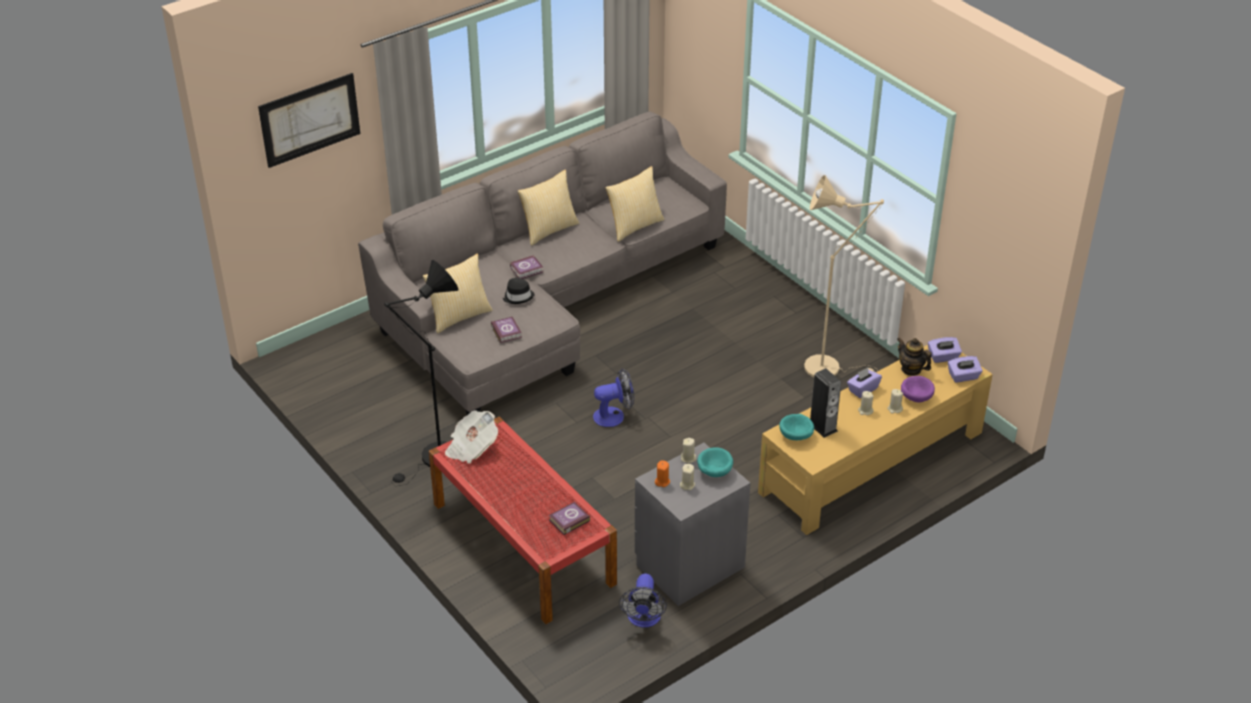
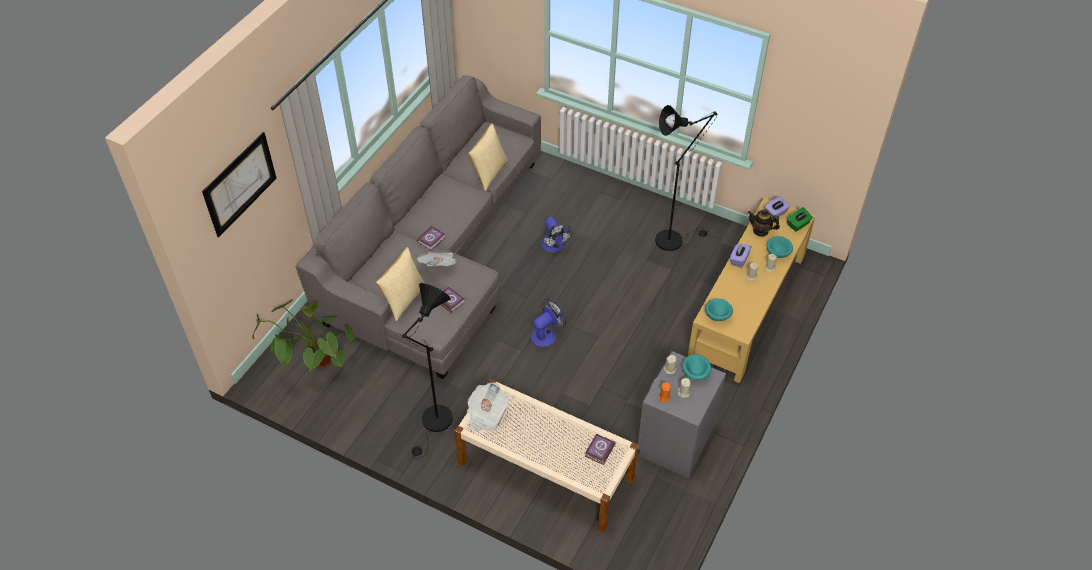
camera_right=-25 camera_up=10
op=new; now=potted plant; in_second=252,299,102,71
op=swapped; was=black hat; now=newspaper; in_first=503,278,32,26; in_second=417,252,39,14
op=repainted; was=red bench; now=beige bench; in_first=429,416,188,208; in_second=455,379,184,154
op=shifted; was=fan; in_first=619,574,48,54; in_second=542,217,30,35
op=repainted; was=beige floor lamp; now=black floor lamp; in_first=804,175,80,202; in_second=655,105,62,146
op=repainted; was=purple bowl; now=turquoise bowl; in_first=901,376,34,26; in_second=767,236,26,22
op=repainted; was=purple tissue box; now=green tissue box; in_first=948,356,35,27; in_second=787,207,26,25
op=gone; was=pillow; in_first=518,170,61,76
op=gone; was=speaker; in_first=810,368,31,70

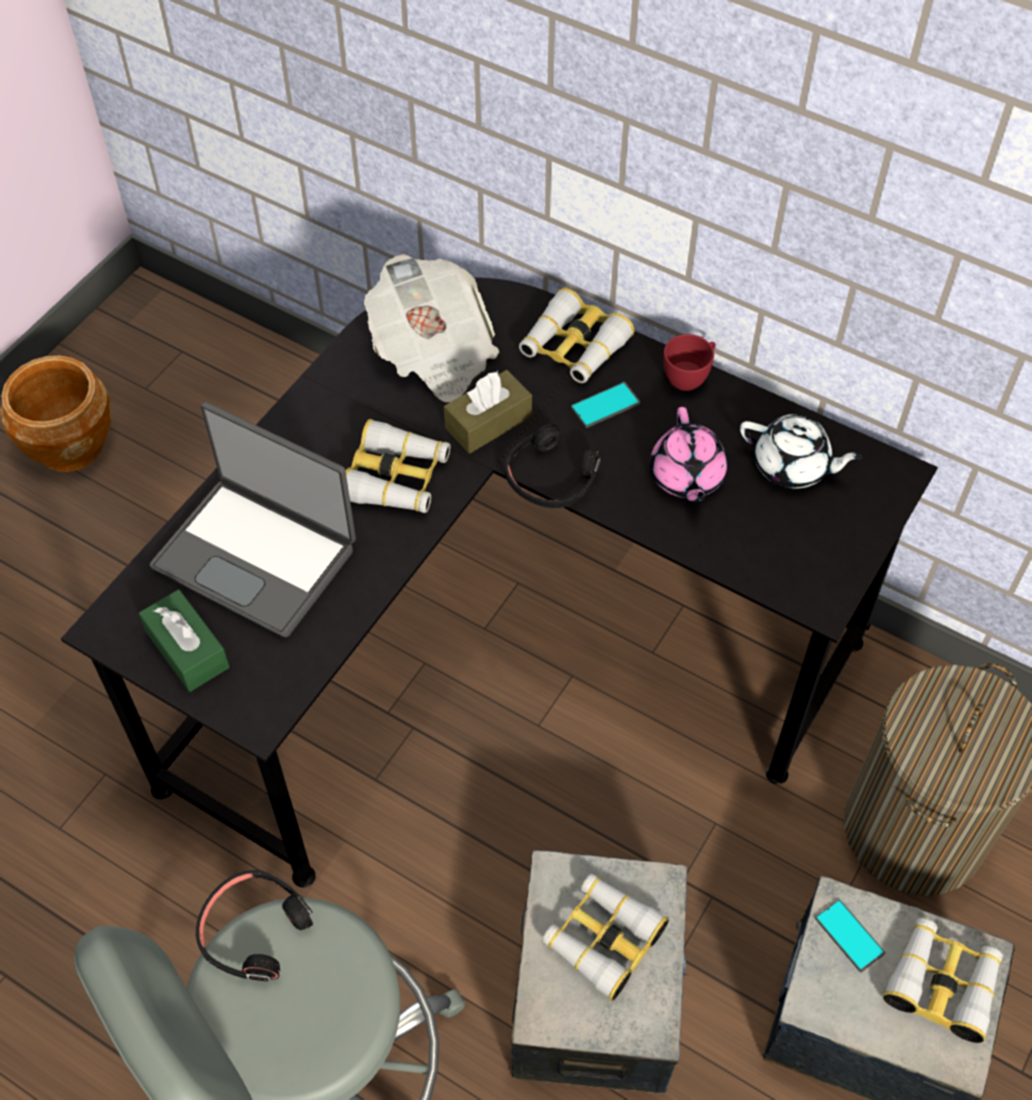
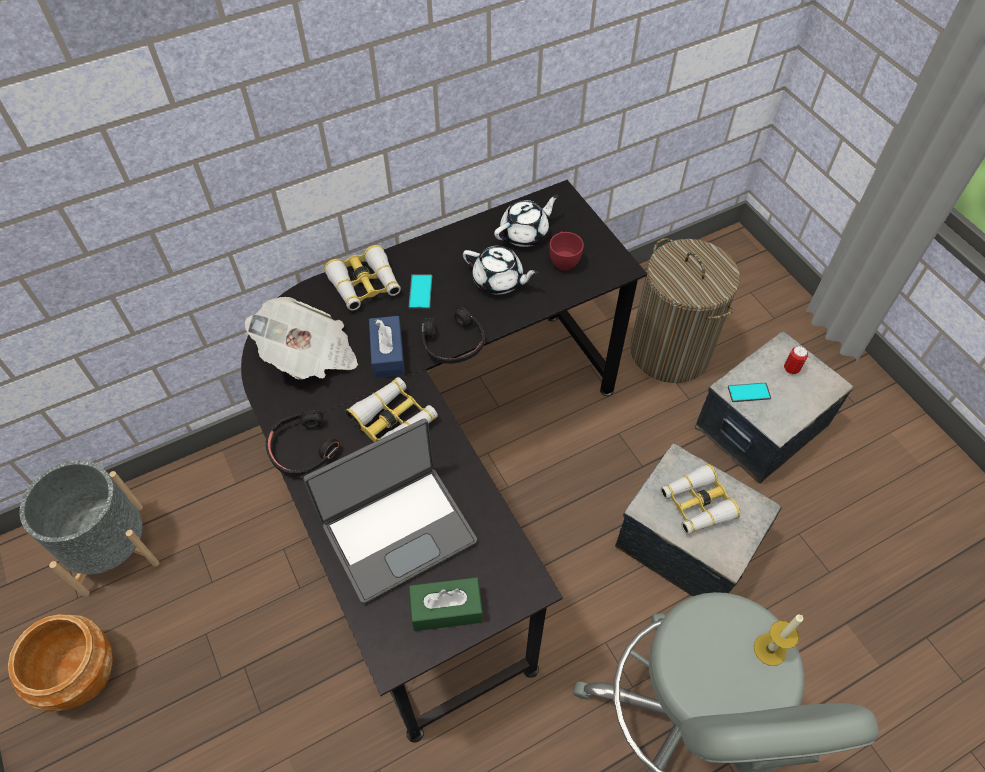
camera_right=-60 camera_up=0
op=new; now=grey planter; in_second=20,460,139,137
op=shifted; was=black headphones; in_first=196,870,117,111; in_second=266,410,74,66
op=repainted; was=brown tissue box; now=blue tissue box; in_first=444,370,88,83; in_second=369,316,36,62
op=repainted; was=pink teapot; now=white teapot; in_first=650,407,77,95; in_second=463,246,76,49
op=shifted; was=red cup; in_first=664,334,52,57; in_second=549,231,35,40
op=new; now=candle; in_second=754,614,49,52
op=swapped; was=binoculars; now=can; in_first=883,918,120,125; in_second=784,346,24,29

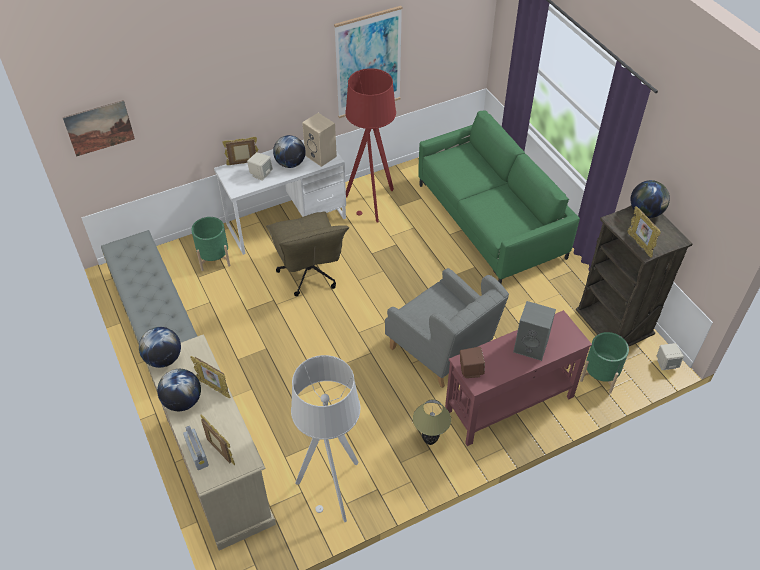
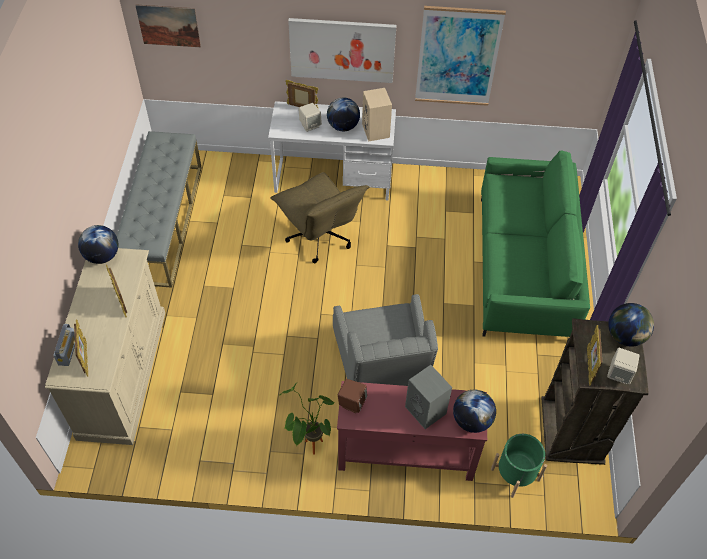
camera_right=30 camera_up=5
op=rotated; was=beige office chair; in_first=266,211,83,85; in_second=270,172,100,91; clockwise=-45
op=swapped; was=table lamp; now=potted plant; in_first=413,399,38,46; in_second=279,383,56,72
op=new; now=picture; in_second=288,18,108,65
op=shifted; was=globe; in_first=157,369,44,42; in_second=453,390,43,43
op=shifted; was=beige speaker; in_first=657,343,27,27; in_second=607,348,33,36
op=gone; was=green planter; in_first=191,217,39,54
op=gone; was=grey floor lamp; in_first=291,355,69,167
op=gone; was=red floor lamp; in_first=345,68,51,154

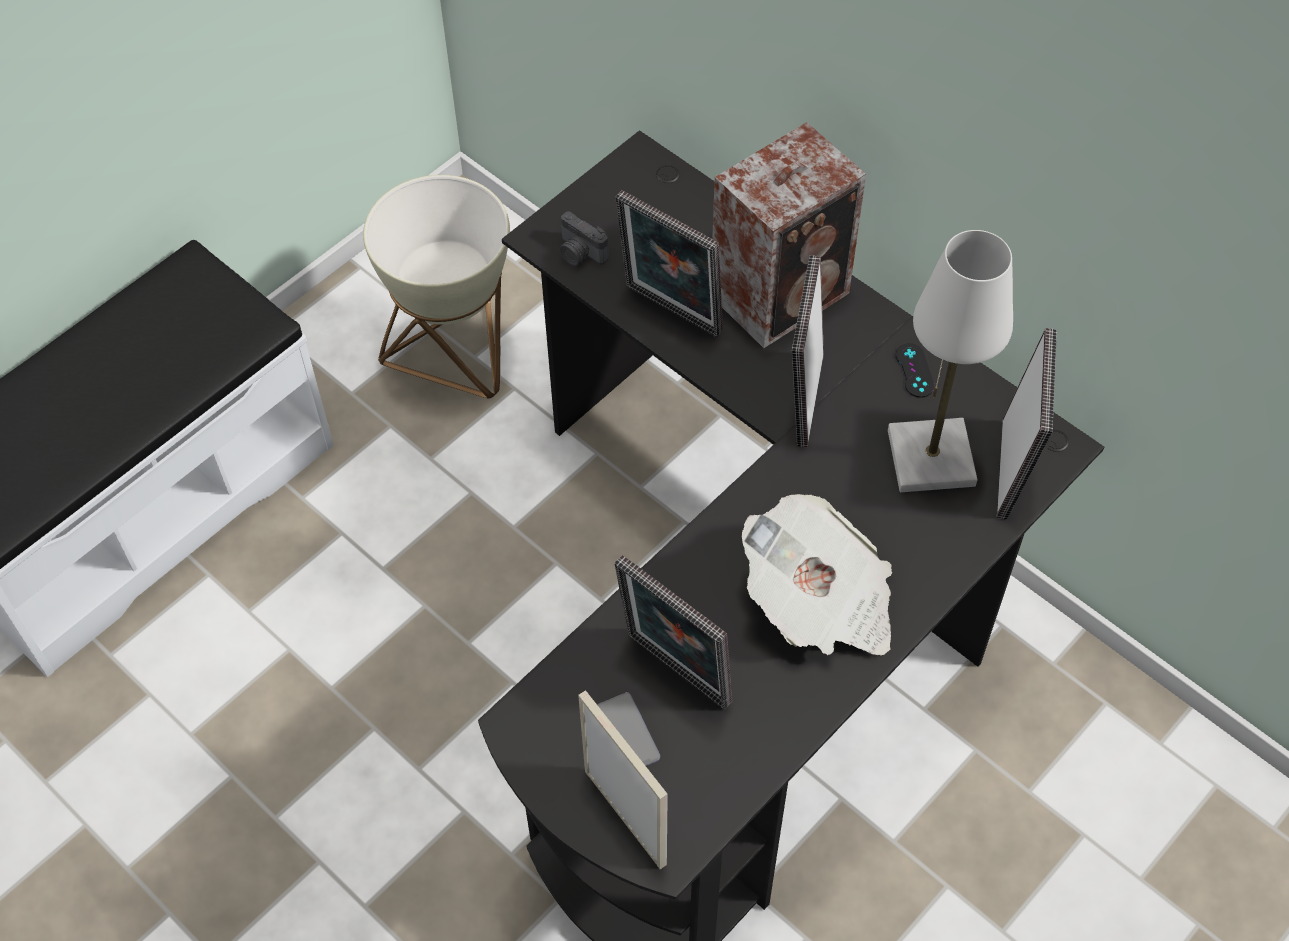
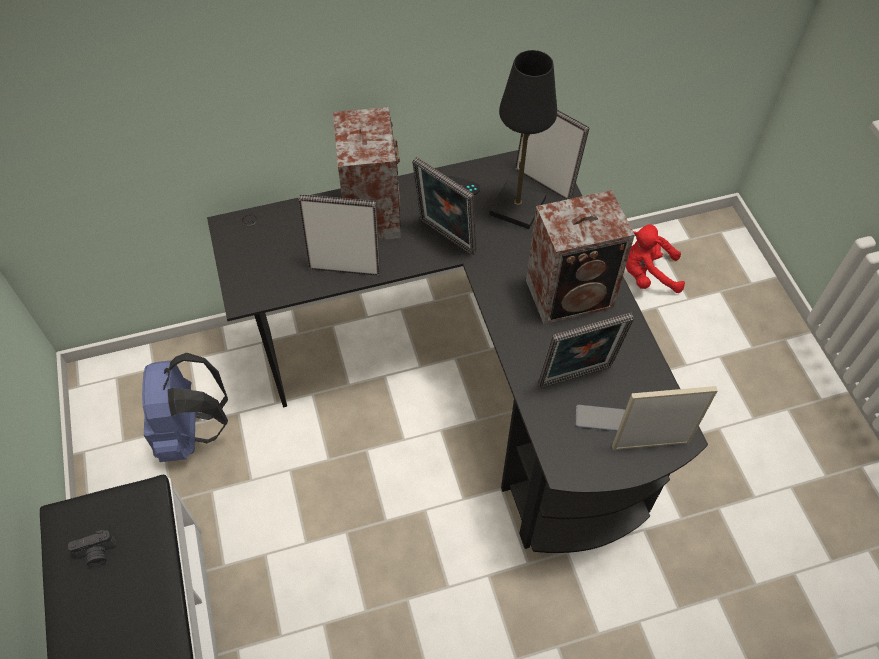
camera_right=-60 camera_up=0
op=shifted; was=photo camera; in_first=559,211,49,55; in_second=68,530,49,37
op=swapped; was=planter; now=blue backpack; in_first=363,175,147,223; in_second=142,352,86,110
op=rotated; was=picture frame; in_first=615,190,108,147; in_second=299,194,81,82; clockwise=-150
op=repainted; was=white table lamp; now=black table lamp; in_first=888,230,125,262; in_second=489,50,68,179
op=swapped; was=newspaper; now=speaker; in_first=742,494,150,161; in_second=526,190,109,134
op=new; now=red plush toy; in_second=626,224,59,69

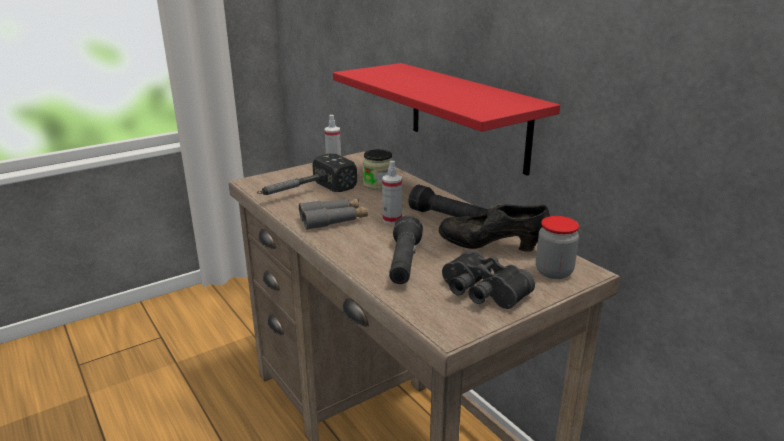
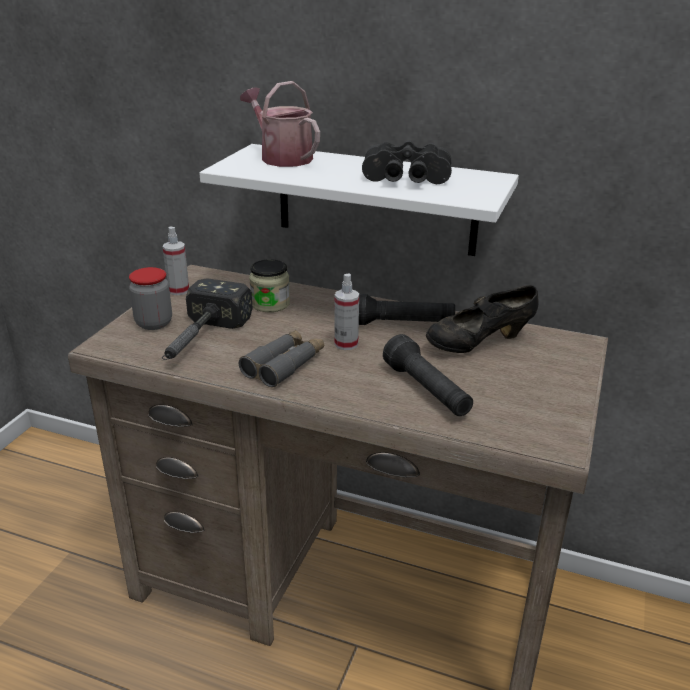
camera_right=-35 camera_up=5
op=shifted; was=jar; in_first=536,216,43,63; in_second=129,267,43,63
op=repainted; was=red shelf; now=white shelf; in_first=333,63,227,113; in_second=199,144,320,112
op=new; now=watering can; in_second=240,81,80,86
op=shifted; was=black binoculars; in_first=442,250,93,59; in_second=362,140,90,44

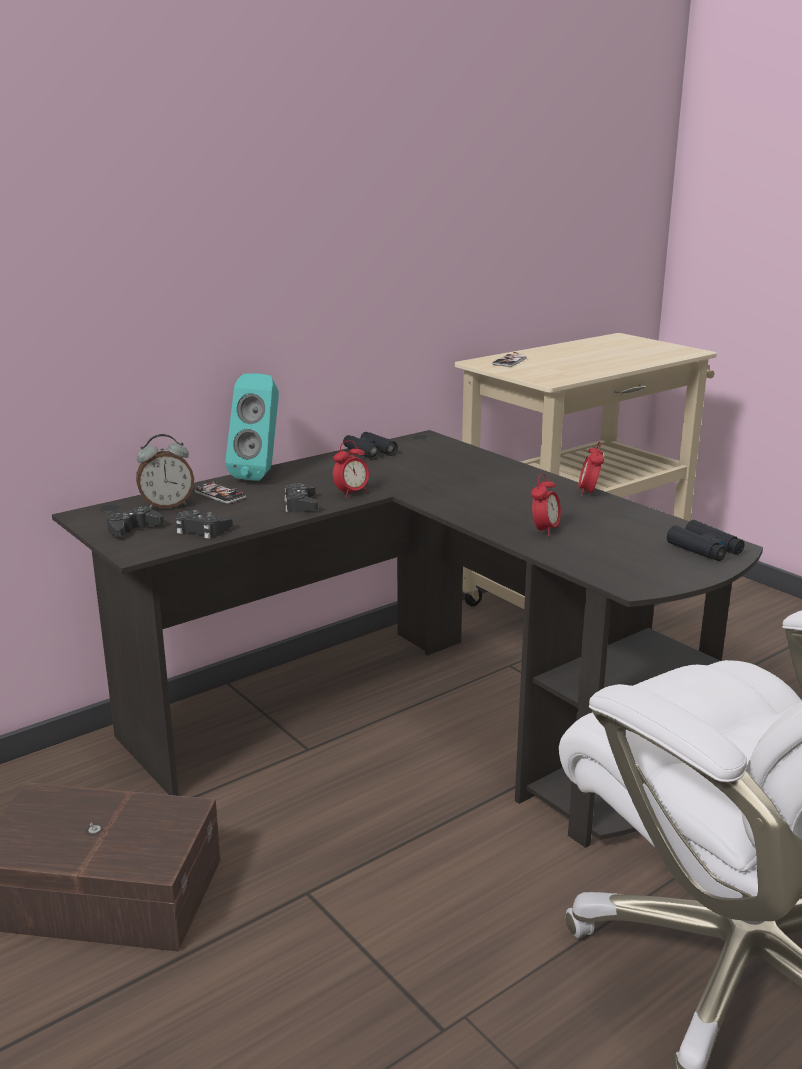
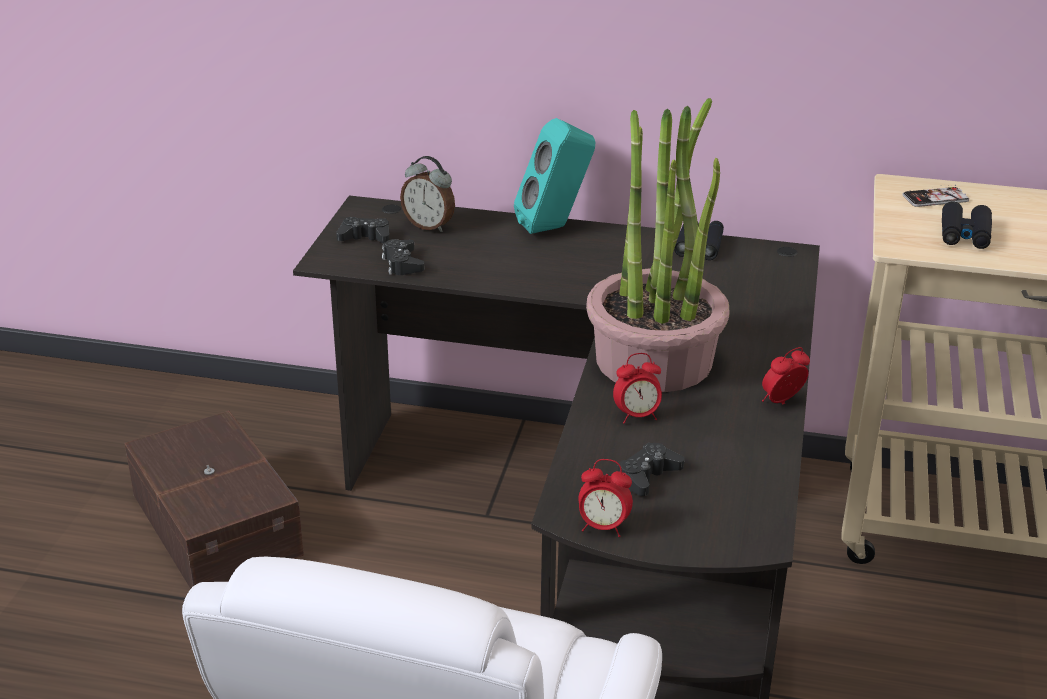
camera_right=50 camera_up=10
op=shifted; was=alarm clock; in_first=333,441,36,57; in_second=579,459,54,78
op=new; now=potted plant; in_second=586,98,144,294
op=shifted; was=black game controller; in_first=284,483,35,29; in_second=618,442,67,54
op=shifted; was=black binoculars; in_first=667,520,78,41; in_second=942,201,50,48
op=gone; was=phone; in_first=195,482,51,22

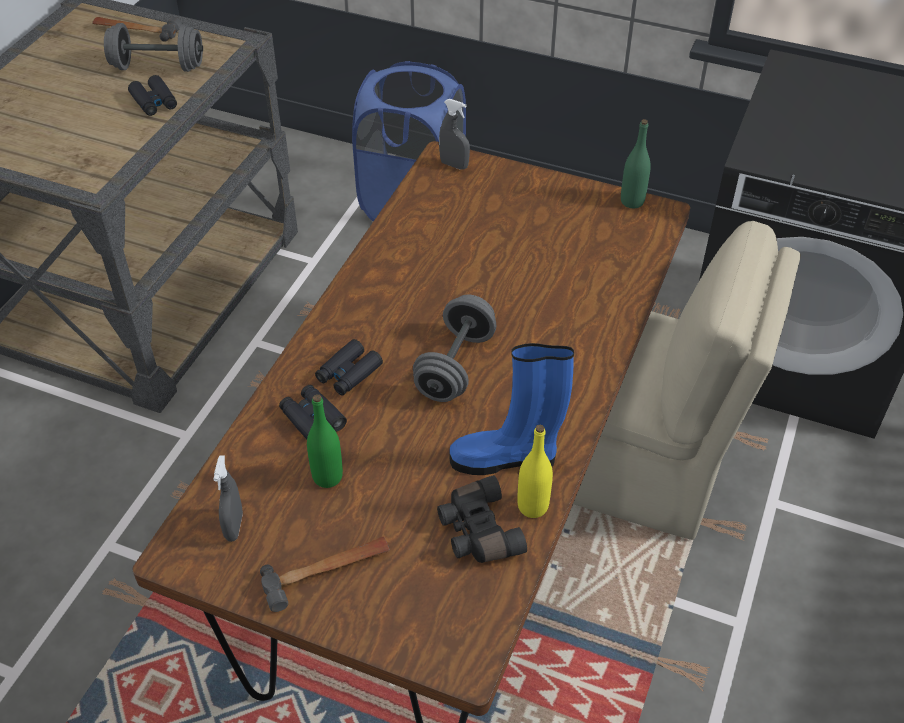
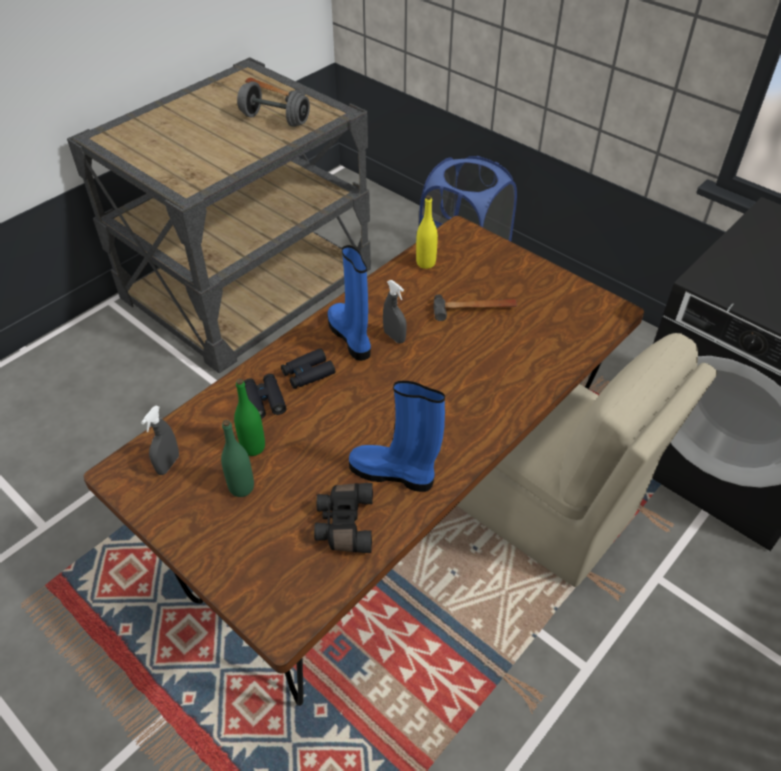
camera_right=20 camera_up=0
op=shifted; was=green bottle; in_first=621,119,30,89; in_second=221,420,33,77
op=new; now=blue boot; in_second=328,245,43,116
op=shifted; was=grey spray bottle; in_first=439,99,31,71; in_second=383,280,24,63
op=shifted; was=yellow bottle; in_first=517,425,36,93; in_second=416,195,22,74
op=shifted; was=hammer; in_first=260,537,130,75; in_second=434,294,83,27
op=gone; was=black binoculars; in_first=128,75,49,41
op=gone; was=grey dumbbell; in_first=413,295,83,107

